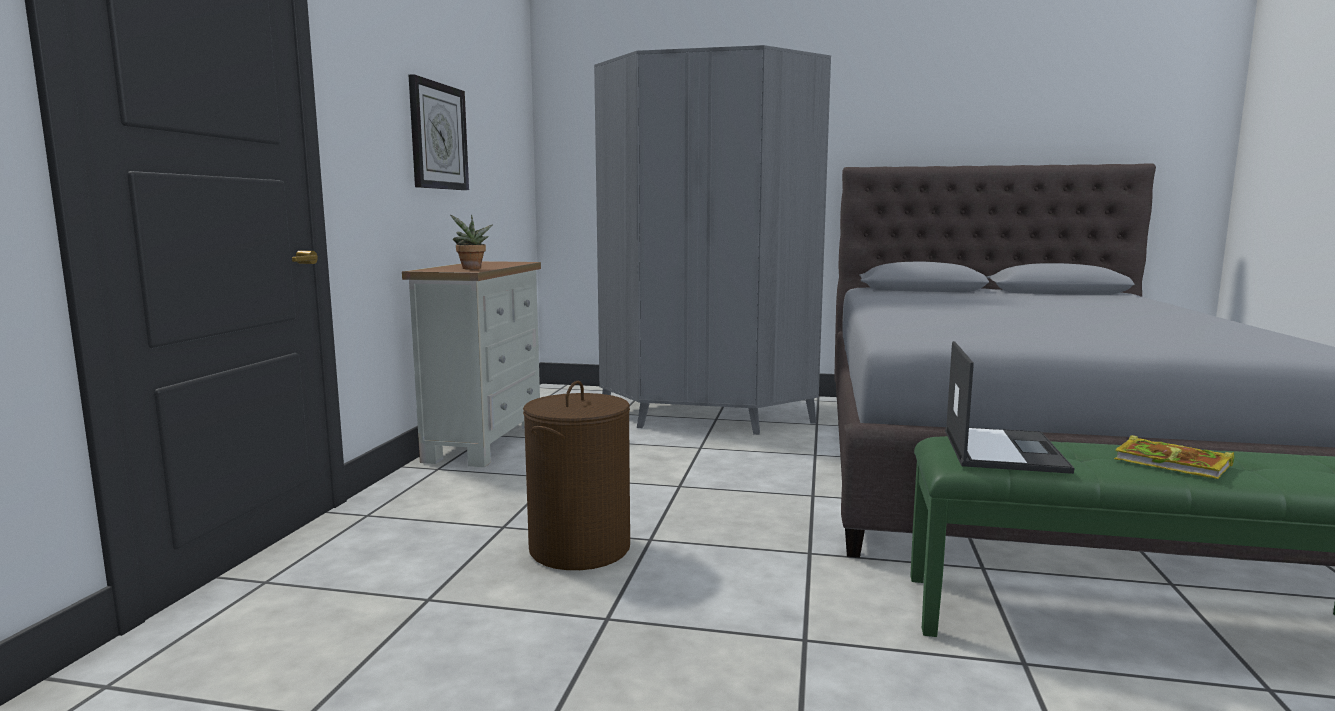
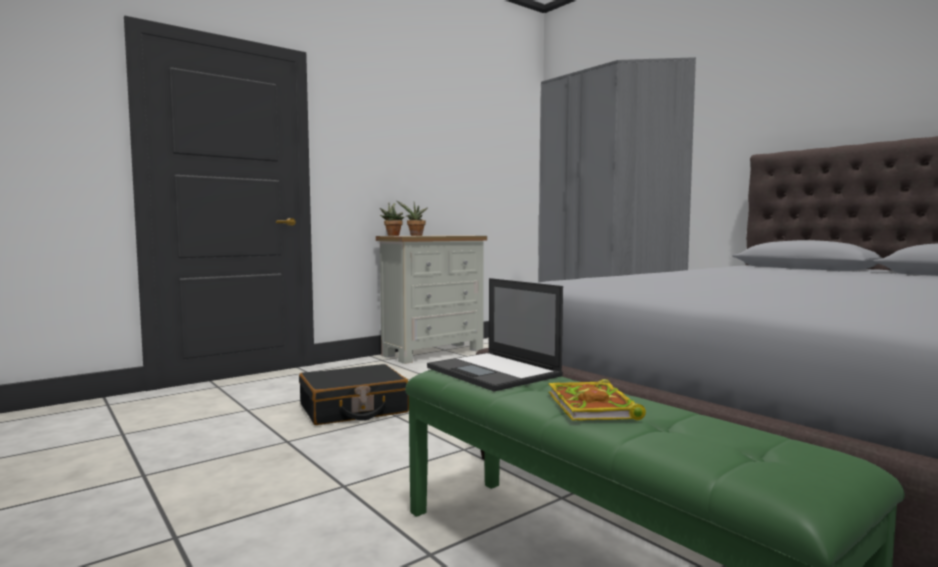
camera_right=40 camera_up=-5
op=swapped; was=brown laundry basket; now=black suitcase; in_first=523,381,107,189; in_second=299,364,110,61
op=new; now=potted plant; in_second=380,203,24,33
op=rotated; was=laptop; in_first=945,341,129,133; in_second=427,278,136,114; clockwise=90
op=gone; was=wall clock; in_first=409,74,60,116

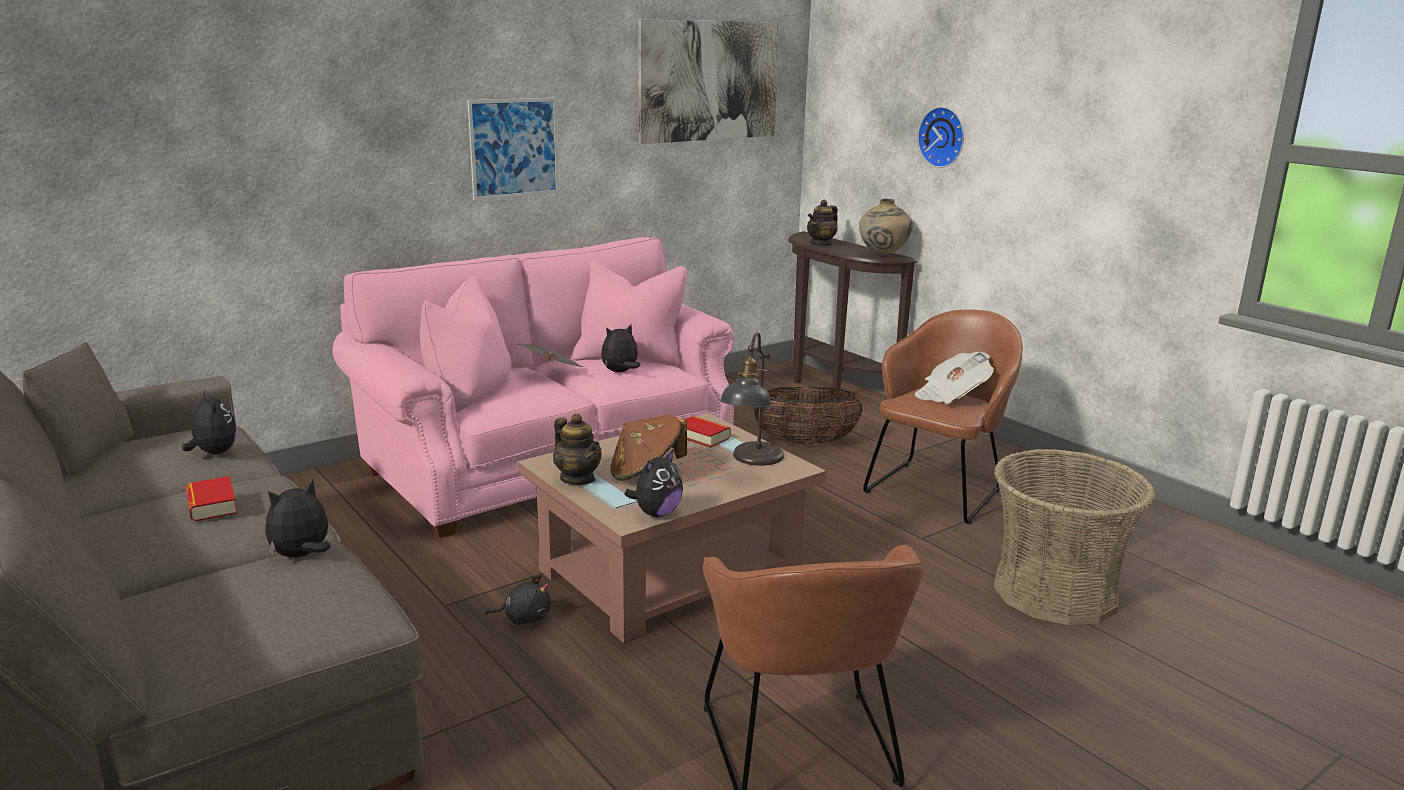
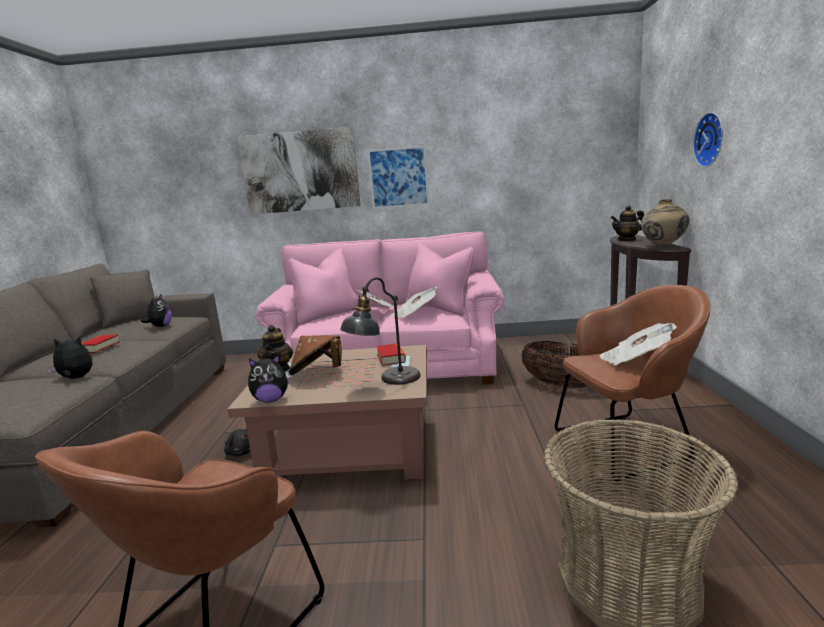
camera_right=40 camera_up=-5
op=shifted; was=picture; in_first=638,19,141,125; in_second=238,127,123,87
op=swapped; was=plush toy; now=newspaper; in_first=601,324,40,48; in_second=392,286,46,32

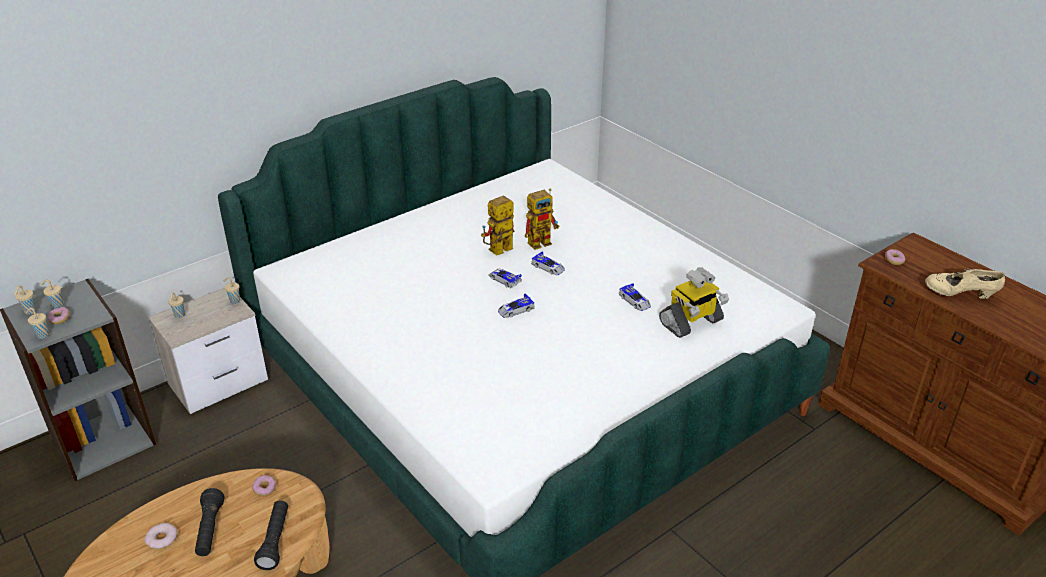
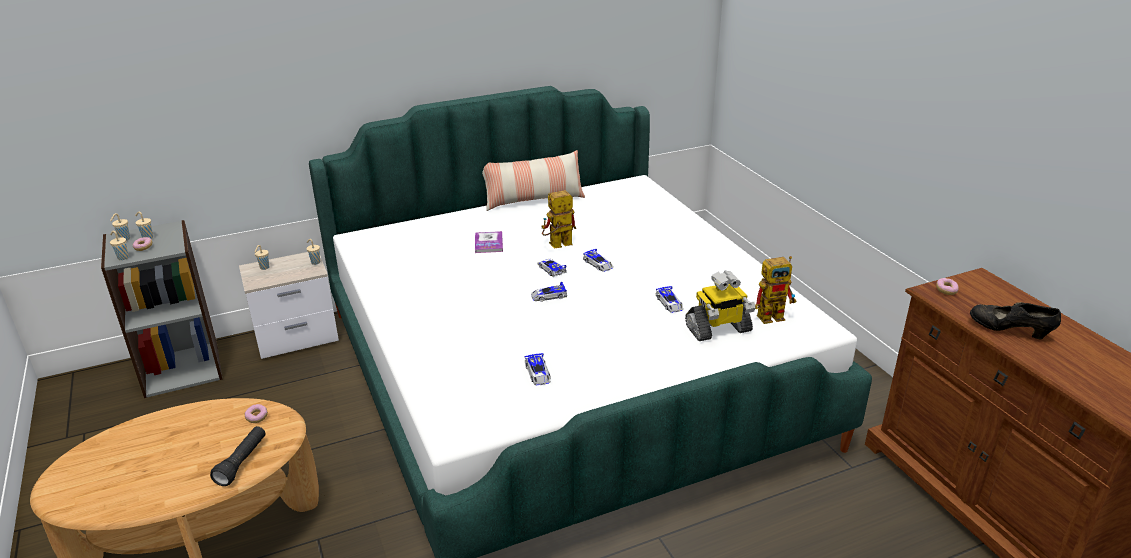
camera_right=15 camera_up=-5
op=new; now=book; in_second=475,231,28,22
op=new; now=pillow; in_second=482,150,103,61
op=new; now=toy car; in_second=525,353,26,33
op=shifted; was=toy robot; in_first=525,188,34,62; in_second=755,256,41,68
op=repainted; was=beige shoe; now=black shoe; in_first=925,269,80,30; in_second=970,302,91,37
op=gone; was=donut; in_first=144,523,33,26
op=gone; was=black flashlight; in_first=195,488,29,68

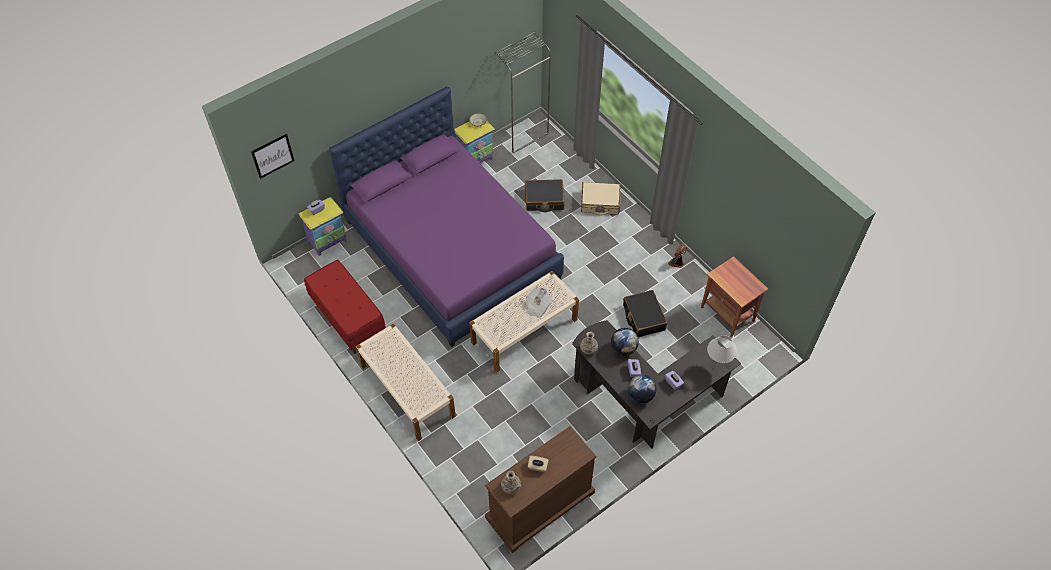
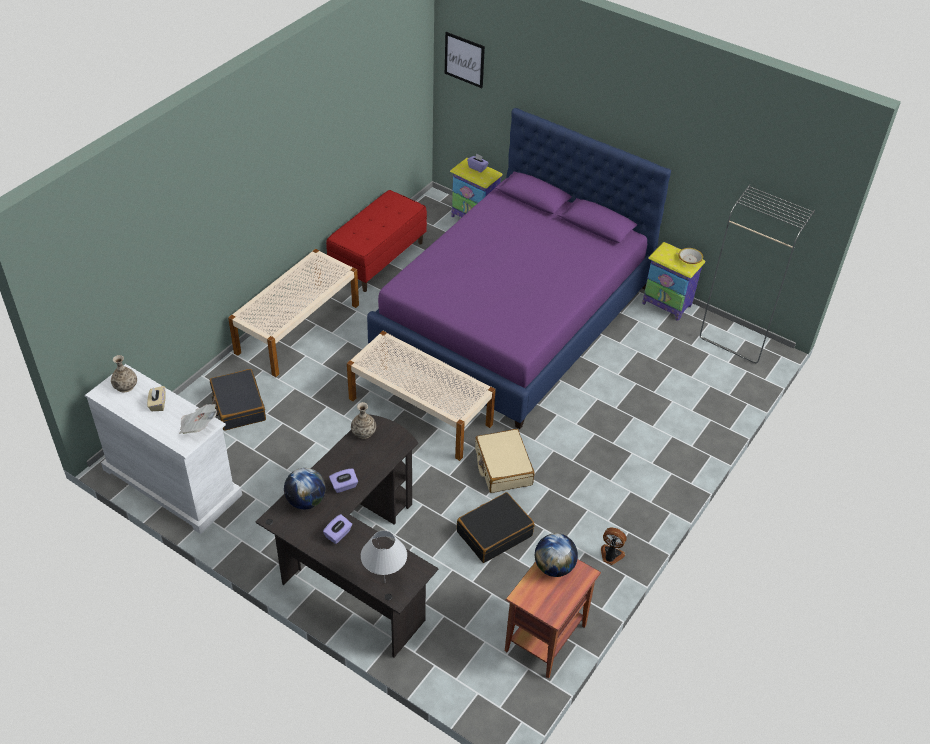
camera_right=70 camera_up=-10
op=repainted; was=brown dresser; now=white dresser; in_first=485,426,112,127; in_second=84,364,158,170
op=shifted; was=newspaper; in_first=525,287,27,30; in_second=179,404,38,30
op=shifted; was=black suitcase; in_first=525,179,40,33; in_second=210,369,56,62
op=shifted; was=beige suitcase; in_first=581,182,39,33; in_second=475,429,60,64
op=shifted; was=globe; in_first=611,328,28,28; in_second=535,533,43,44

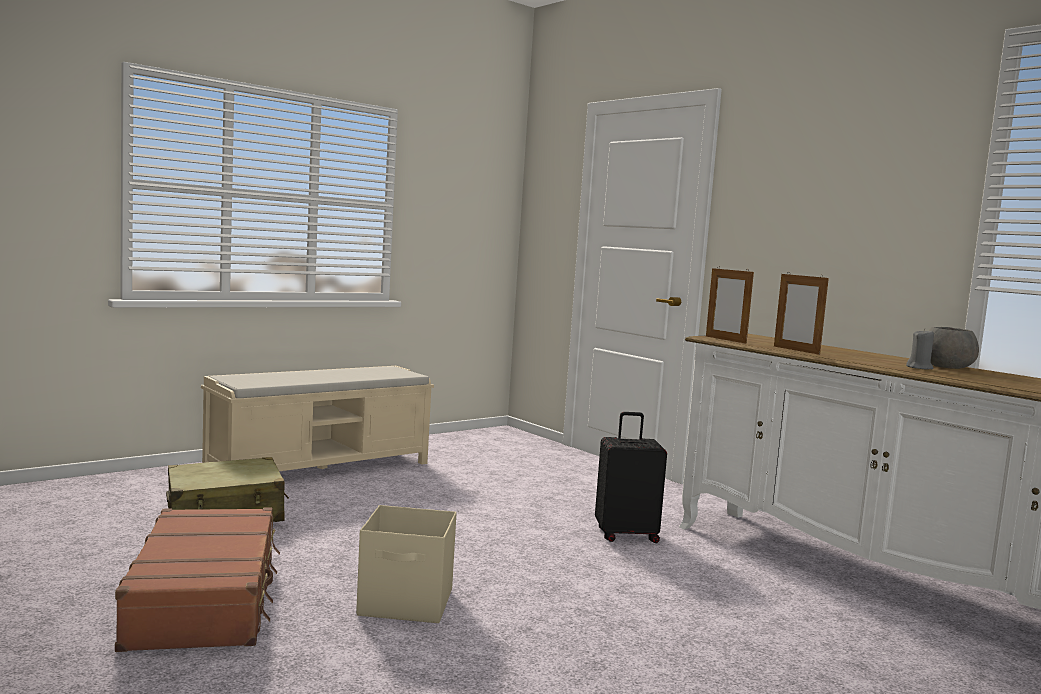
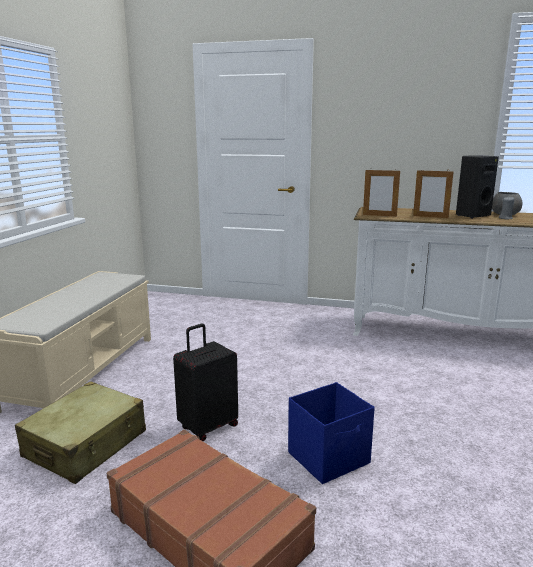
camera_right=-35 camera_up=10
op=shifted; was=black suitcase; in_first=595,412,72,131; in_second=173,324,65,117
op=repainted; was=beige storage box; now=blue storage box; in_first=356,505,101,118; in_second=288,382,87,102
op=new; now=black speaker; in_second=456,155,43,63

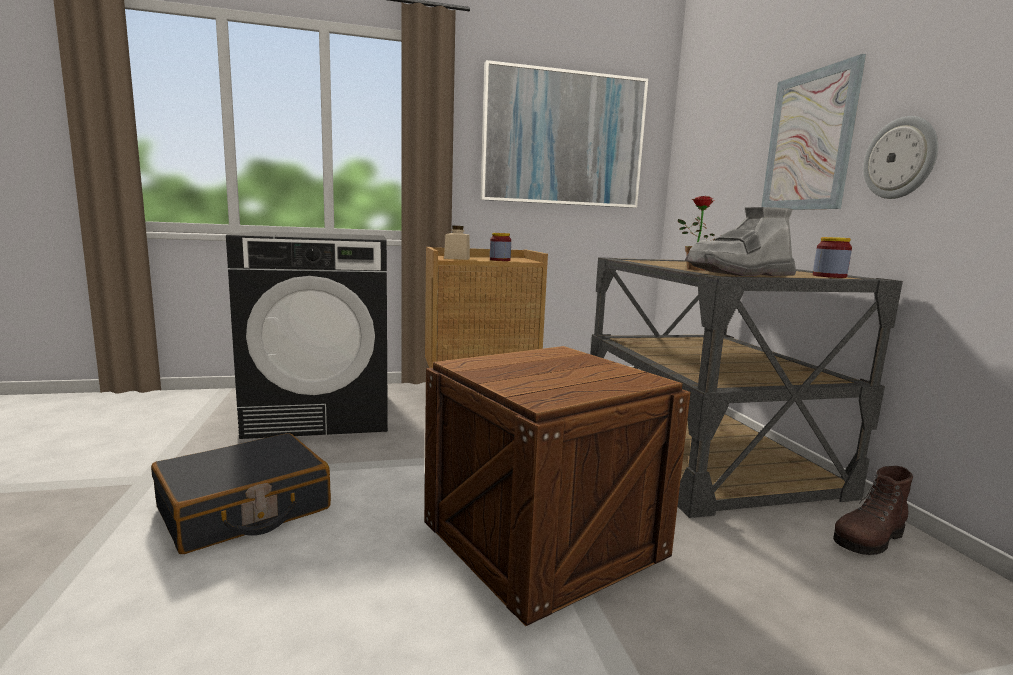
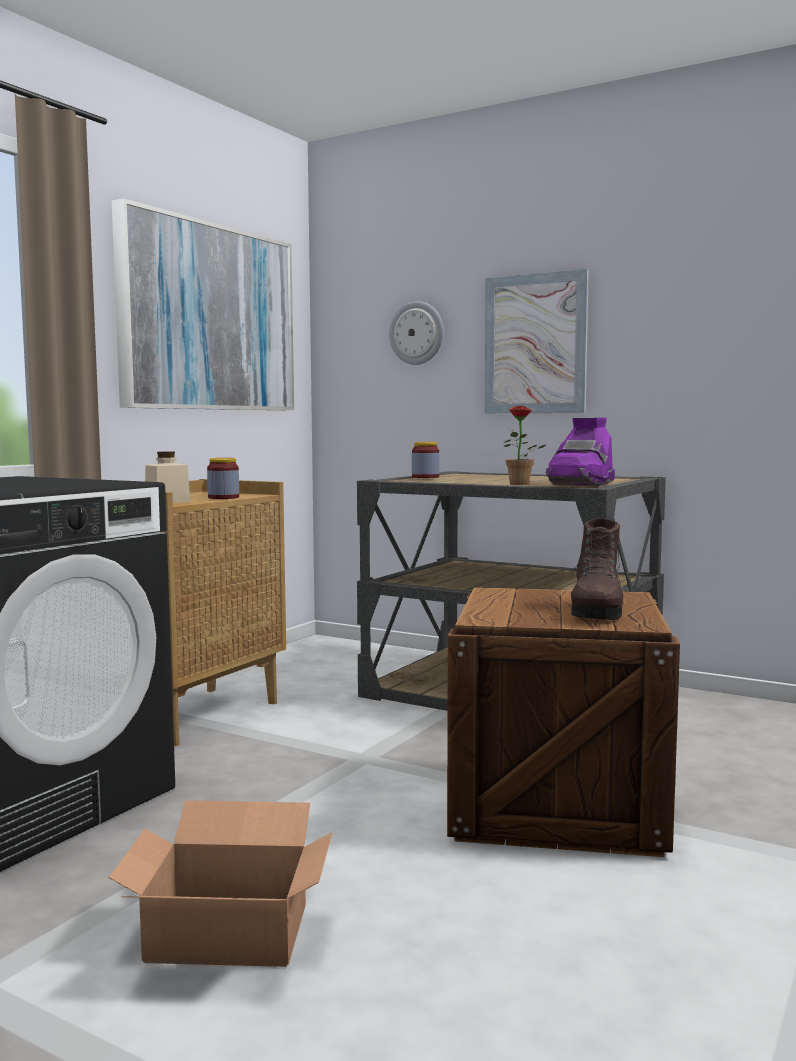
camera_right=-45 camera_up=-5
op=swapped; was=black suitcase; now=cardboard box; in_first=151,433,180,121; in_second=109,800,223,167
op=shifted; was=wall clock; in_first=863,116,75,83; in_second=389,301,55,64
op=shifted; was=jar; in_first=813,237,39,41; in_second=412,442,27,36
op=repainted; was=grey boot; now=purple boot; in_first=685,207,111,69; in_second=546,418,69,68
op=shifted; was=brown boot; in_first=833,466,80,89; in_second=571,518,52,102

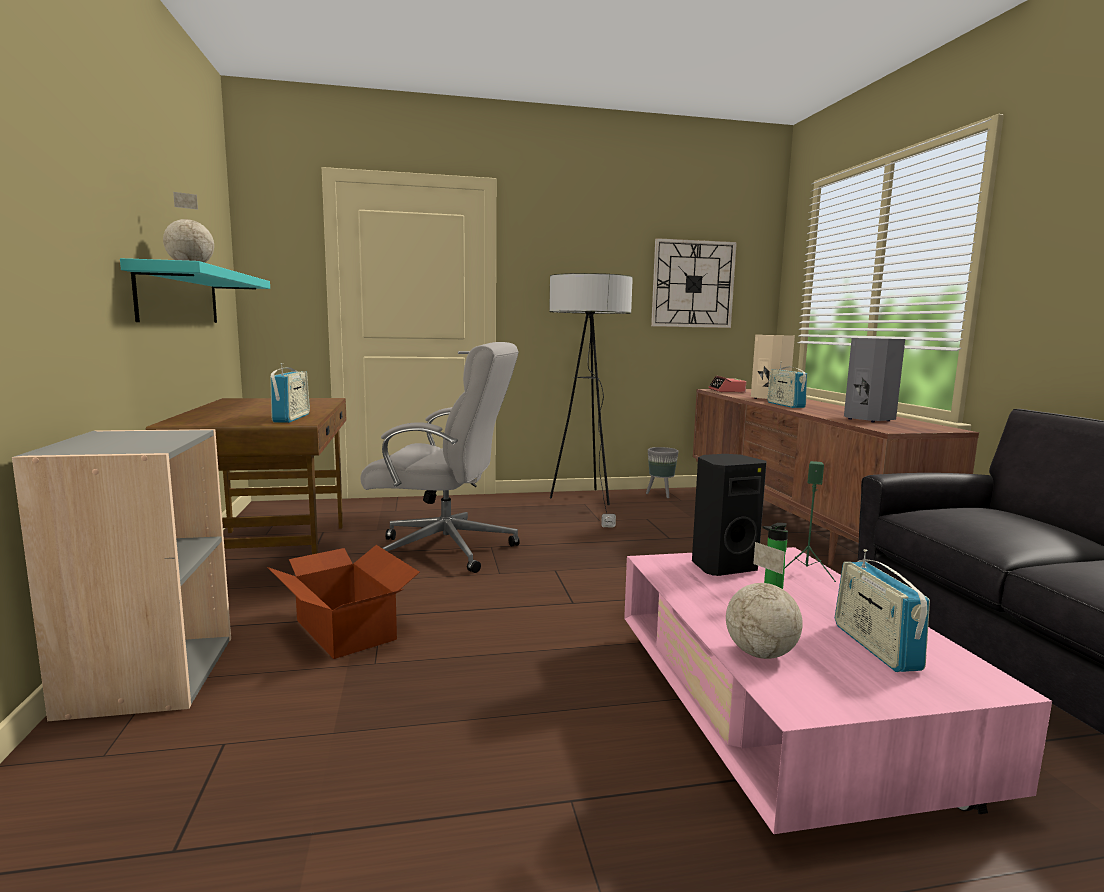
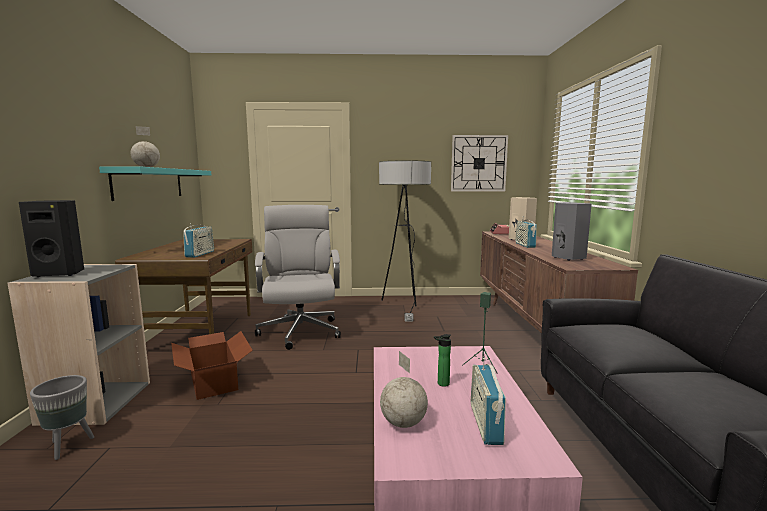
camera_right=10 camera_up=0
op=shifted; was=black speaker; in_first=692,454,75,122; in_second=19,200,65,77
op=shifted; was=grey planter; in_first=646,447,33,51; in_second=30,375,64,85
op=rotated; was=grey office chair; in_first=360,342,160,231; in_second=255,205,86,145; clockwise=-120

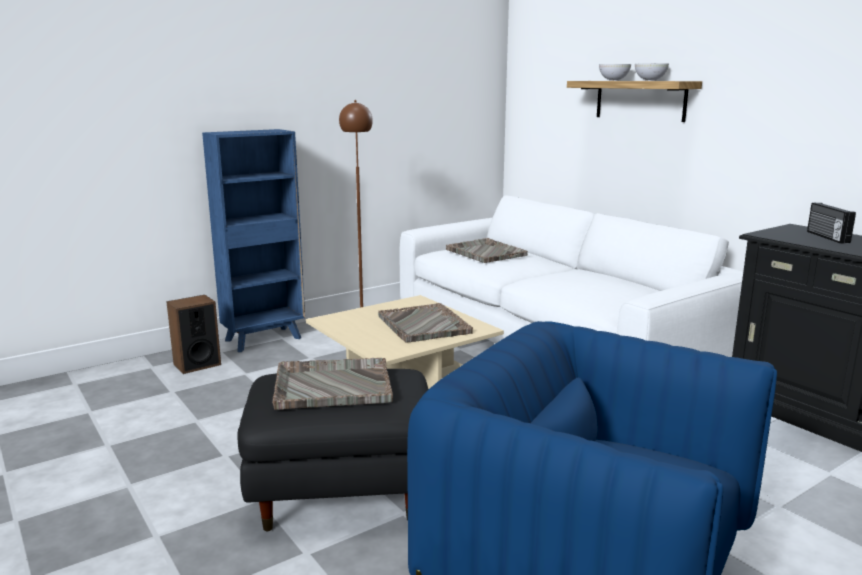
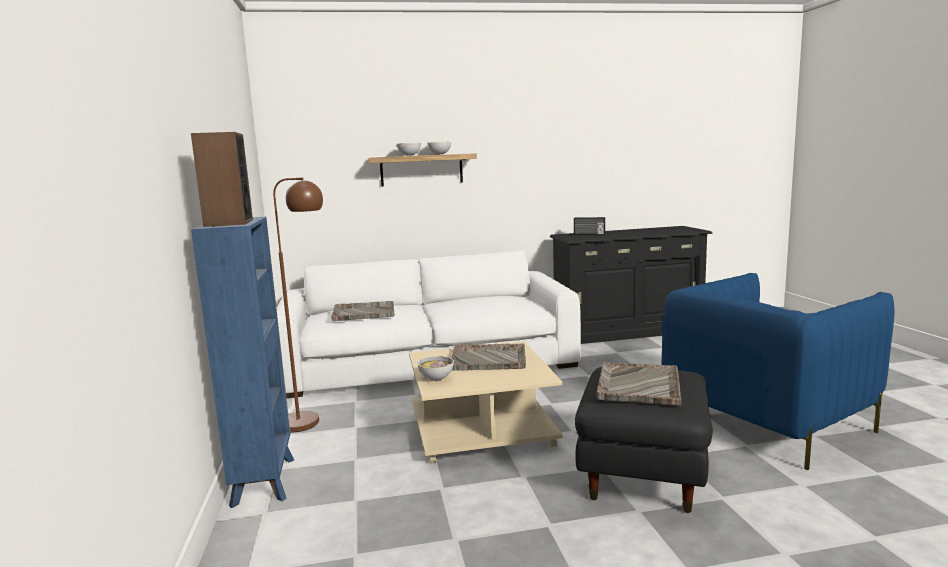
camera_right=-65 camera_up=-5
op=shifted; was=speaker; in_first=166,295,55,79; in_second=191,132,62,95
op=new; now=bowl; in_second=417,356,37,25

